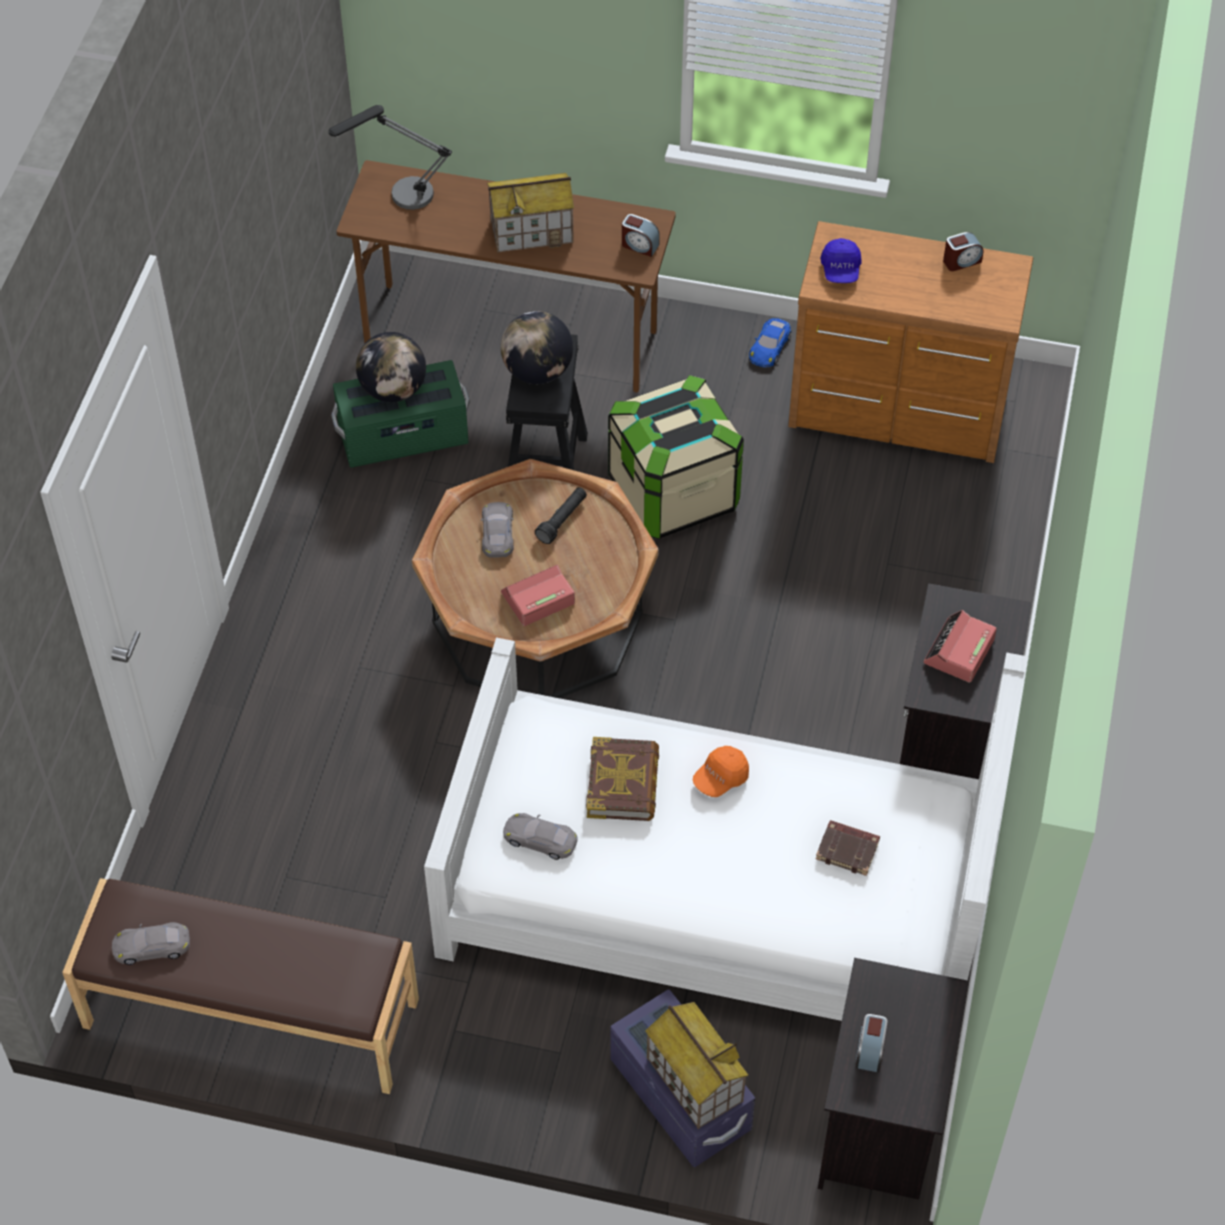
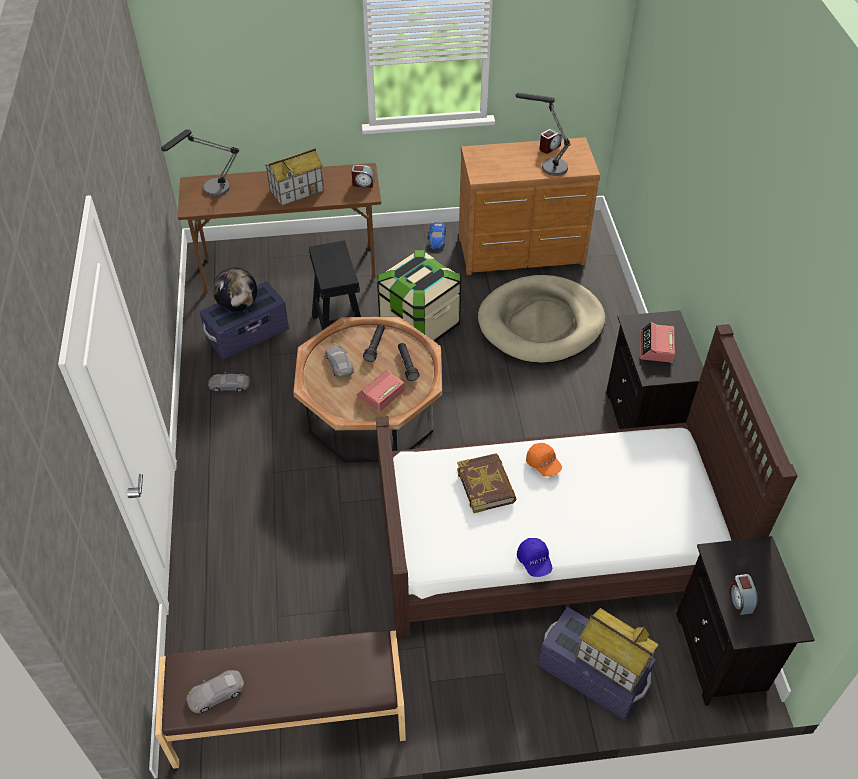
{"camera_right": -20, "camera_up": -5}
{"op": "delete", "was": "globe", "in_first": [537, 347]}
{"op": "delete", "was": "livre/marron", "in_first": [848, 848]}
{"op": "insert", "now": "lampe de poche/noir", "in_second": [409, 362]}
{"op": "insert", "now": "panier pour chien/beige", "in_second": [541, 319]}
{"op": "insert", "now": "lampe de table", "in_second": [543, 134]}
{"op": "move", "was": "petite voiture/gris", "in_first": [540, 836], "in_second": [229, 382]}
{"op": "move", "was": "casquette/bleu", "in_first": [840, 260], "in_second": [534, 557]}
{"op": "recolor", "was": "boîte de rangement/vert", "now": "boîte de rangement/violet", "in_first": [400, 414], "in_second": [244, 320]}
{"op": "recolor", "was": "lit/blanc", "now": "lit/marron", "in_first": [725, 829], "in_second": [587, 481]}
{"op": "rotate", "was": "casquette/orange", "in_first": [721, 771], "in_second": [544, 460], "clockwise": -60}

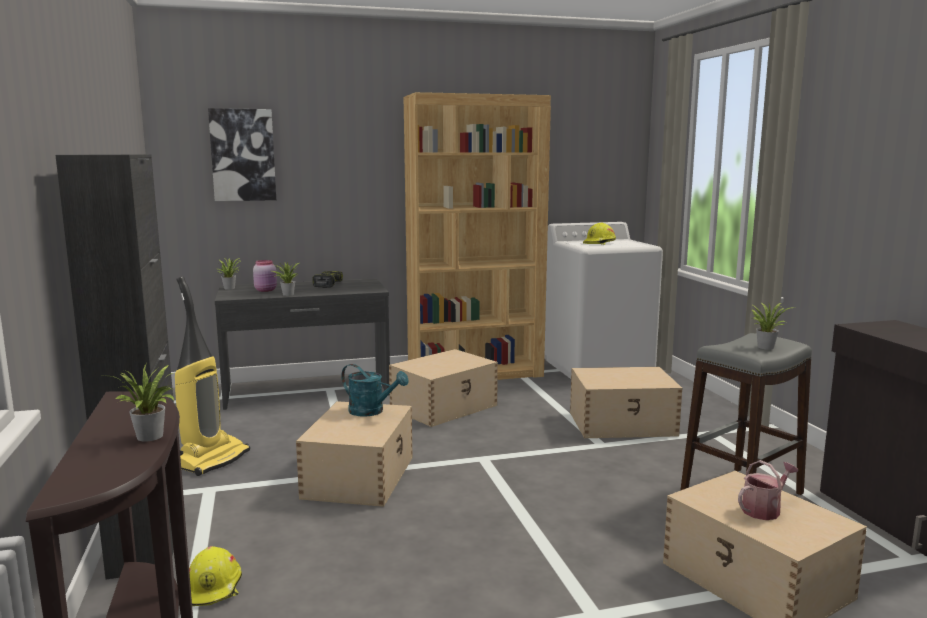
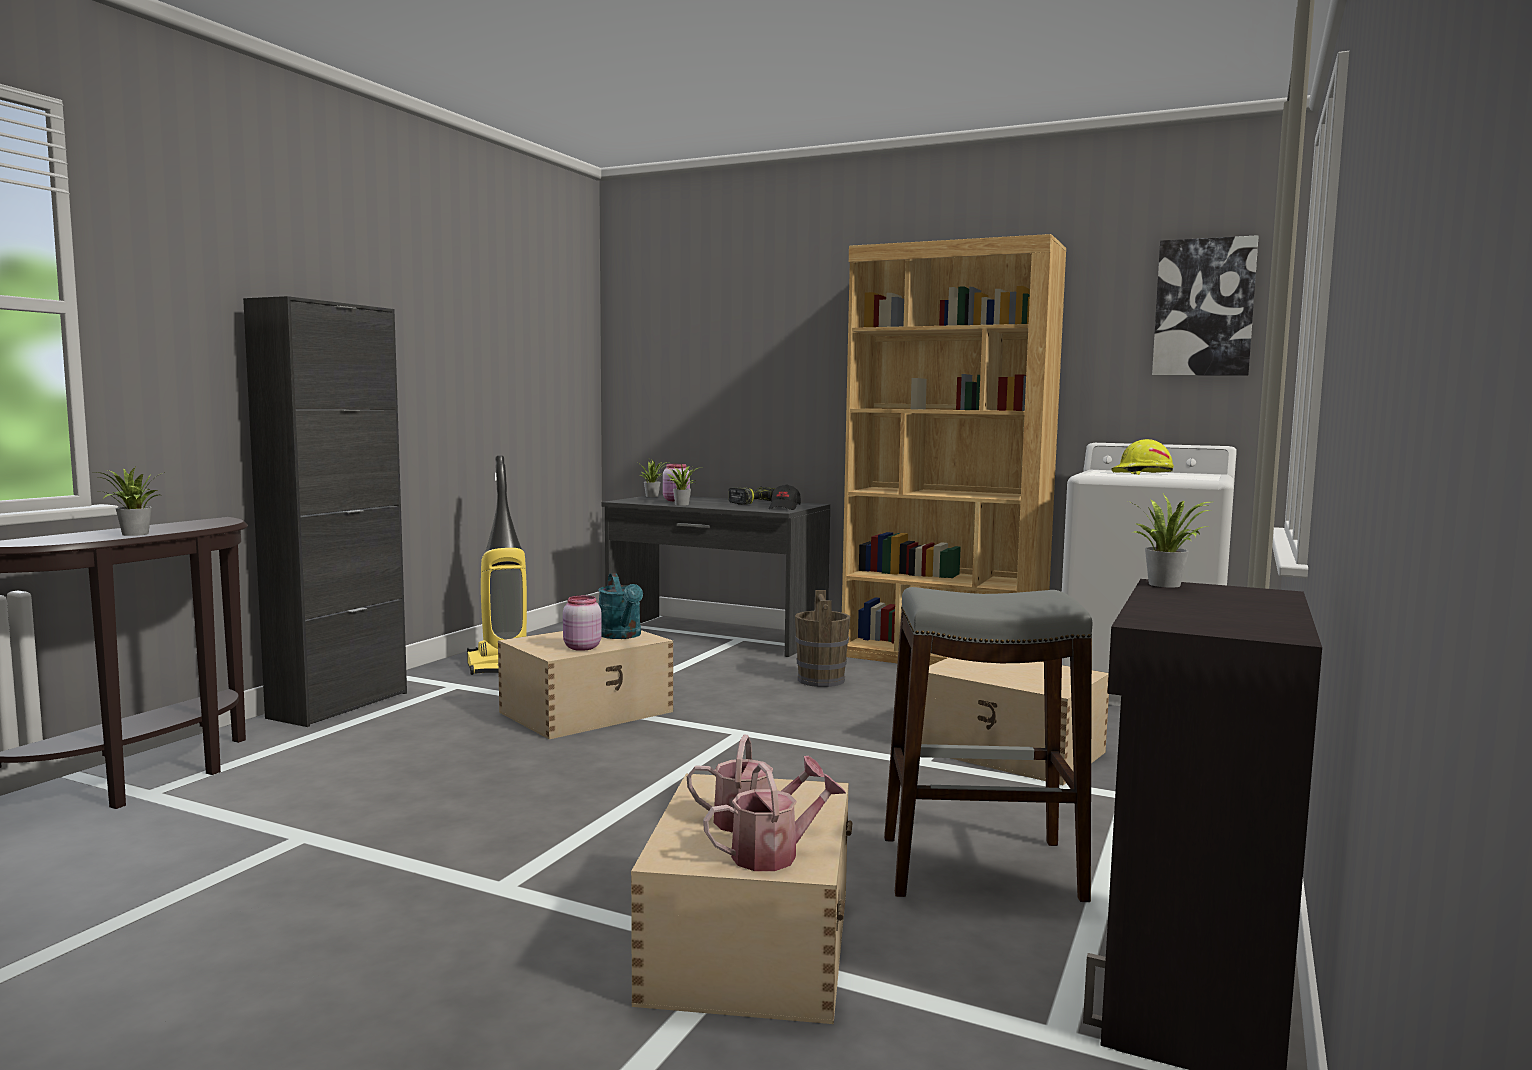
{"camera_right": 40, "camera_up": -5}
{"op": "delete", "was": "casque de chantier/jaune", "in_first": [215, 576]}
{"op": "insert", "now": "bocal/rose", "in_second": [582, 623]}
{"op": "insert", "now": "arrosoir", "in_second": [774, 817]}
{"op": "insert", "now": "casquette/noir", "in_second": [785, 497]}
{"op": "move", "was": "tableau", "in_first": [242, 154], "in_second": [1205, 305]}
{"op": "move", "was": "plante en pot", "in_first": [770, 326], "in_second": [1172, 540]}
{"op": "replace", "was": "boîte de rangement/beige", "now": "seau/marron", "in_first": [443, 388], "in_second": [822, 638]}

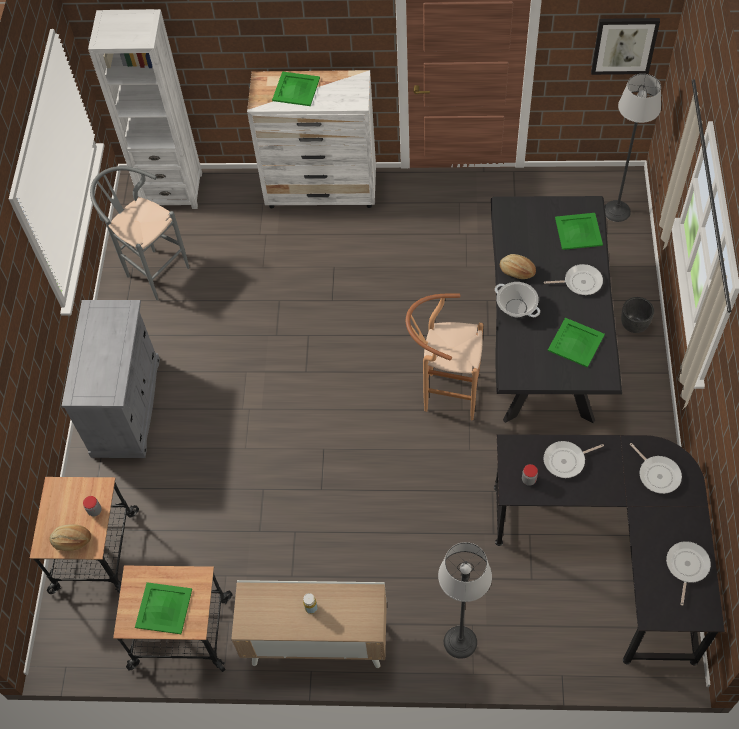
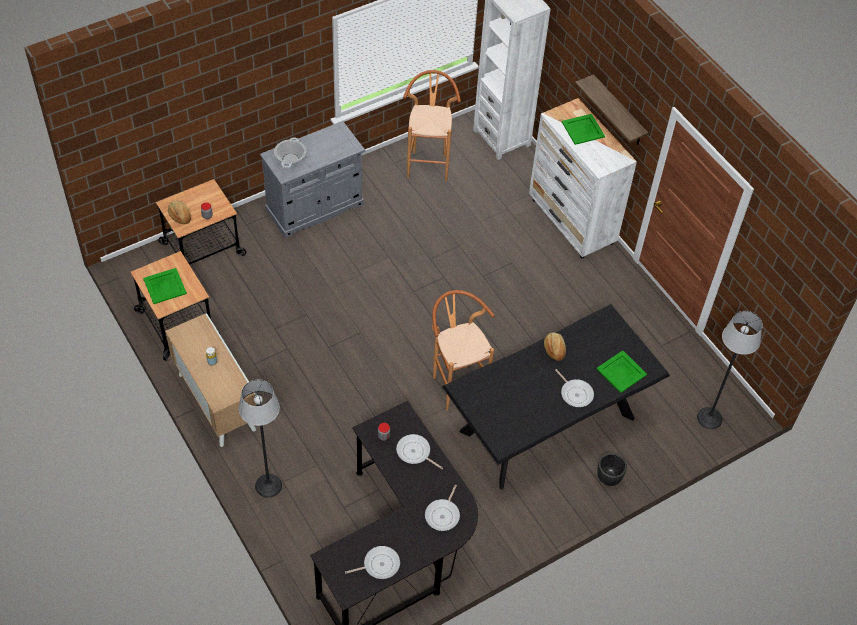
{"camera_right": 50, "camera_up": -5}
{"op": "delete", "was": "plateau/vert", "in_first": [576, 343]}
{"op": "delete", "was": "tableau", "in_first": [625, 46]}
{"op": "insert", "now": "étagère", "in_second": [611, 109]}
{"op": "move", "was": "marmite", "in_first": [517, 299], "in_second": [290, 153]}
{"op": "recolor", "was": "tabouret/gris", "now": "tabouret/marron", "in_first": [139, 233], "in_second": [432, 126]}

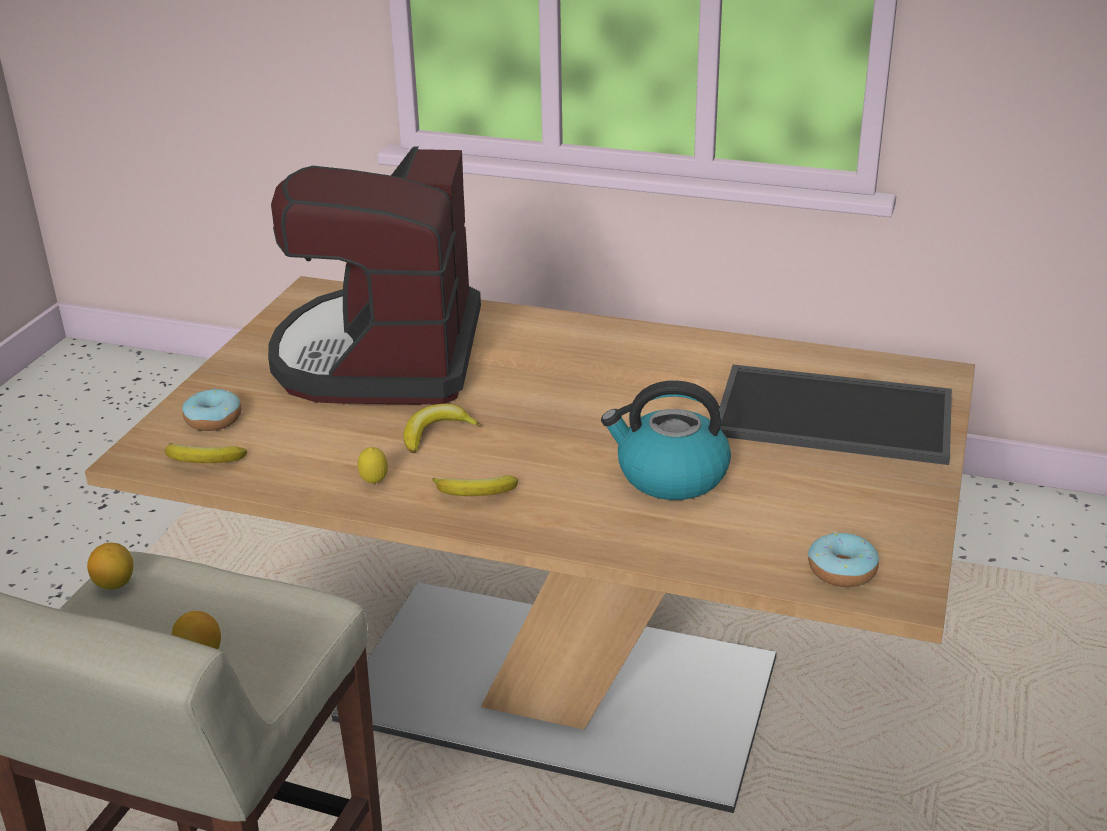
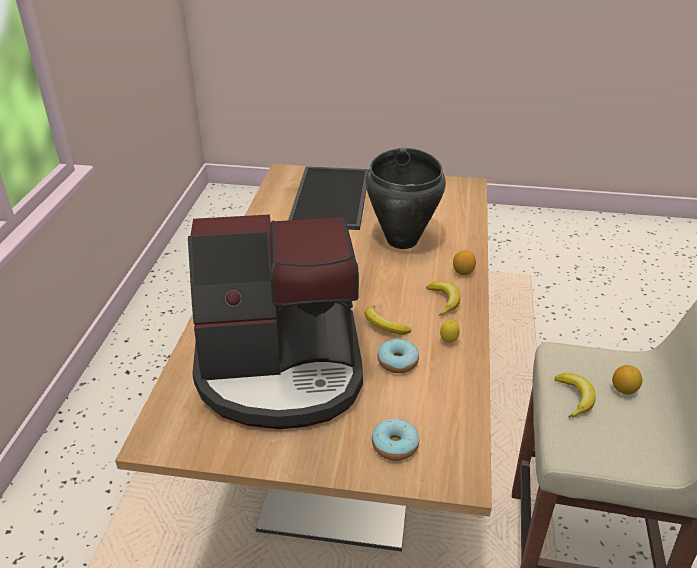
{"camera_right": -100, "camera_up": 5}
{"op": "move", "was": "citron", "in_first": [110, 566], "in_second": [464, 262]}
{"op": "move", "was": "banane", "in_first": [206, 453], "in_second": [575, 395]}
{"op": "move", "was": "beignet", "in_first": [843, 559], "in_second": [398, 356]}
{"op": "replace", "was": "bouilloire", "now": "marmite/noir", "in_first": [666, 440], "in_second": [405, 198]}

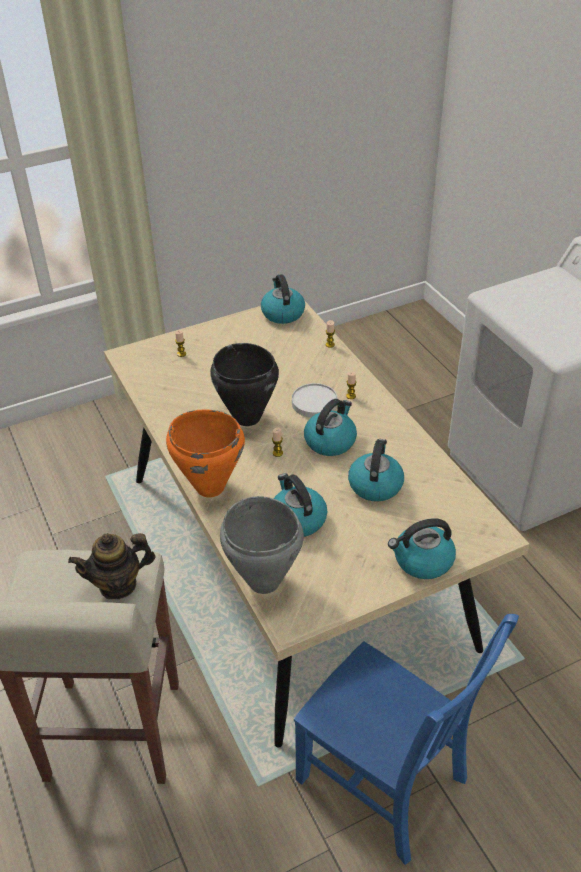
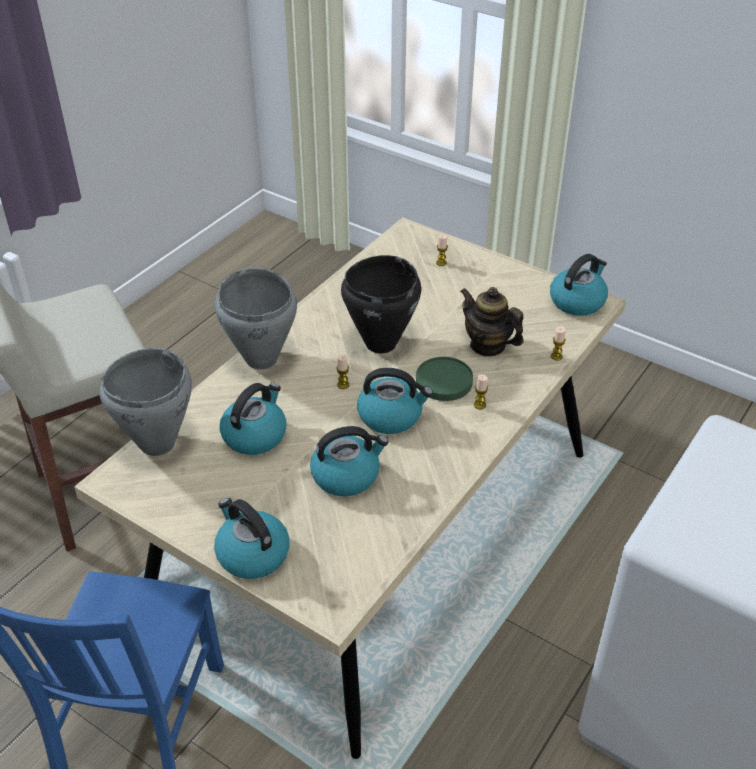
{"camera_right": 60, "camera_up": 0}
{"op": "move", "was": "théière", "in_first": [111, 566], "in_second": [492, 322]}
{"op": "recolor", "was": "marmite/orange", "now": "marmite/gris", "in_first": [205, 453], "in_second": [256, 318]}
{"op": "recolor", "was": "assiette/blanc", "now": "assiette/vert", "in_first": [314, 400], "in_second": [444, 379]}

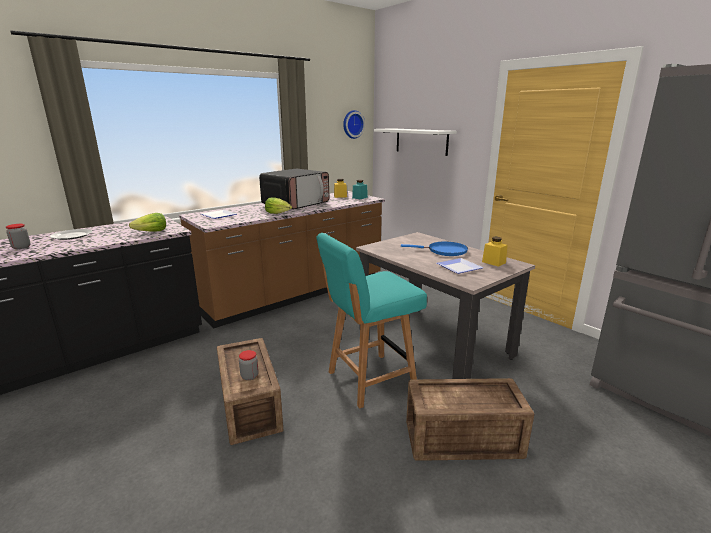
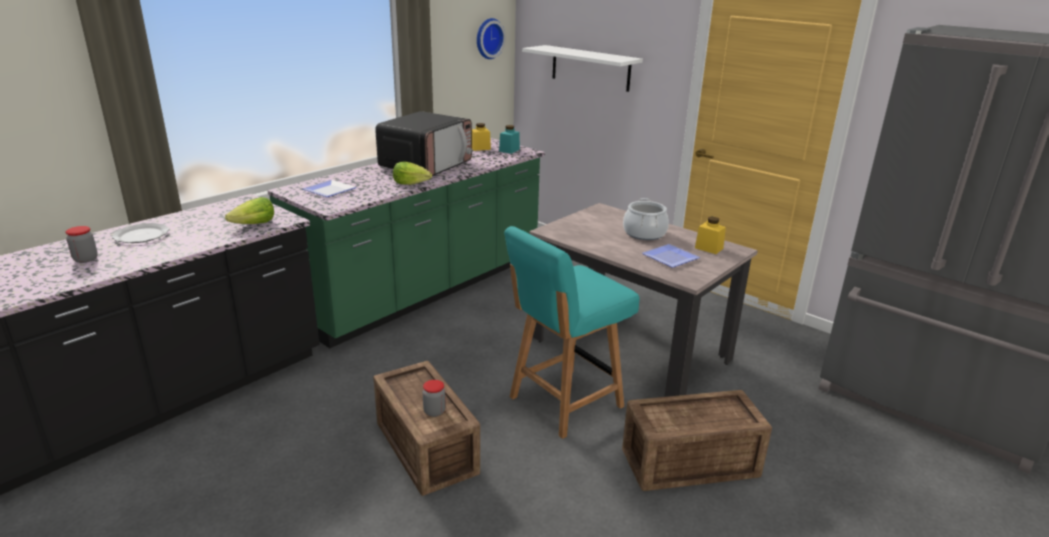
{"camera_right": -10, "camera_up": 5}
{"op": "replace", "was": "poêle/bleu", "now": "marmite", "in_first": [434, 249], "in_second": [646, 219]}
{"op": "recolor", "was": "comptoir de cuisine/marron", "now": "comptoir de cuisine/vert", "in_first": [282, 260], "in_second": [406, 243]}

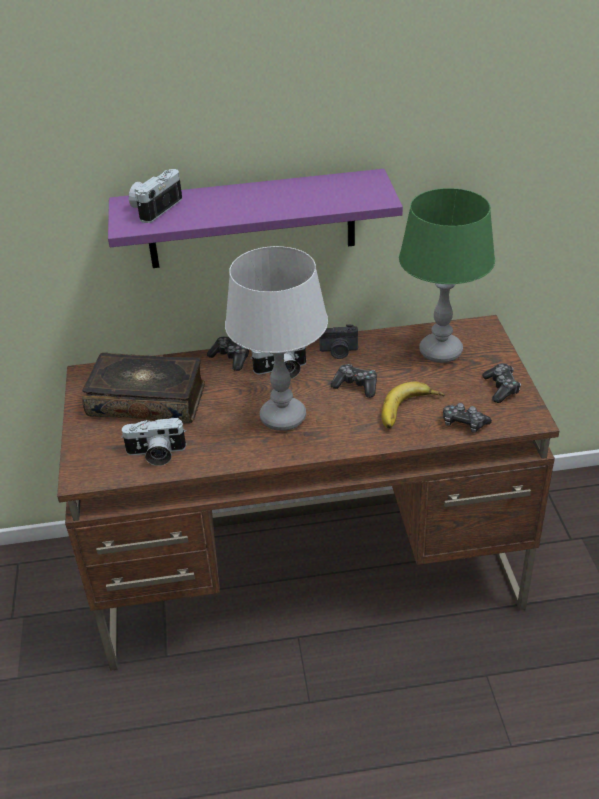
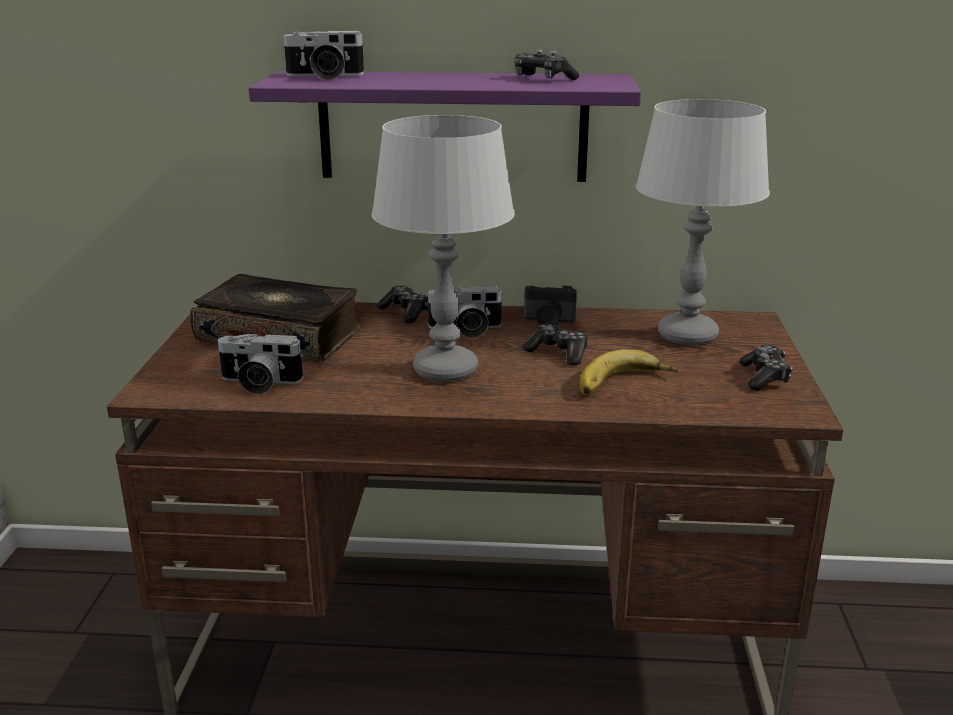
{"camera_right": 10, "camera_up": -15}
{"op": "move", "was": "manette", "in_first": [467, 418], "in_second": [547, 64]}
{"op": "recolor", "was": "lampe de table/vert", "now": "lampe de table/gris", "in_first": [447, 275], "in_second": [703, 222]}
{"op": "rotate", "was": "appareil photo", "in_first": [155, 196], "in_second": [323, 55], "clockwise": -135}

